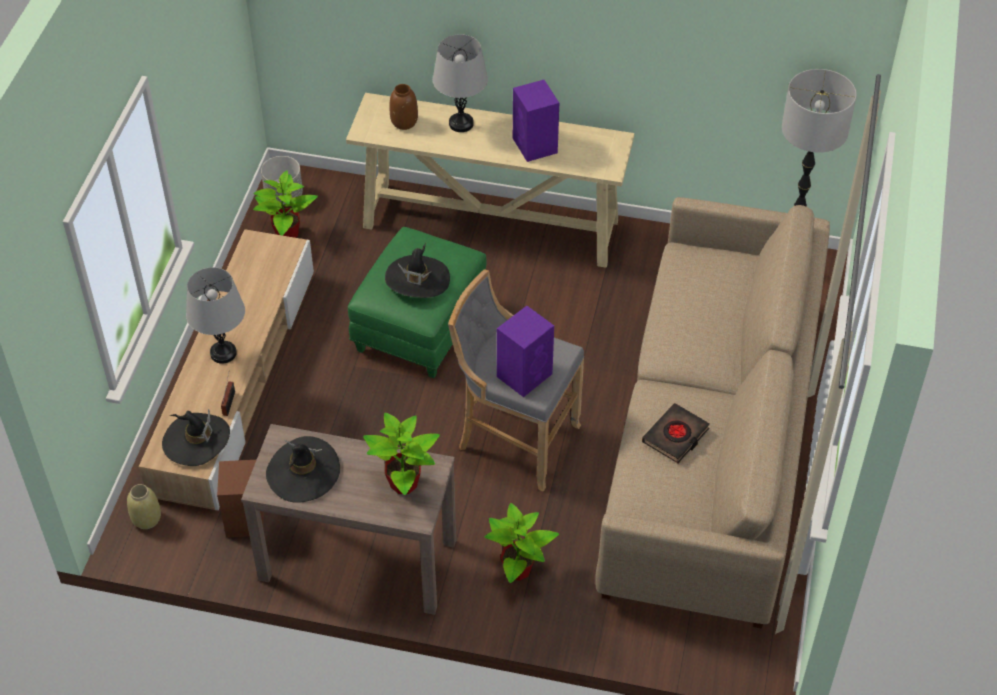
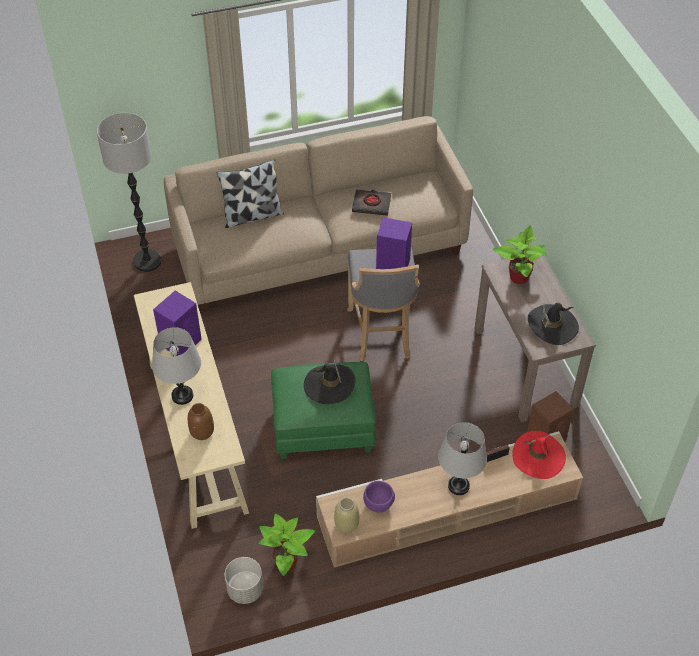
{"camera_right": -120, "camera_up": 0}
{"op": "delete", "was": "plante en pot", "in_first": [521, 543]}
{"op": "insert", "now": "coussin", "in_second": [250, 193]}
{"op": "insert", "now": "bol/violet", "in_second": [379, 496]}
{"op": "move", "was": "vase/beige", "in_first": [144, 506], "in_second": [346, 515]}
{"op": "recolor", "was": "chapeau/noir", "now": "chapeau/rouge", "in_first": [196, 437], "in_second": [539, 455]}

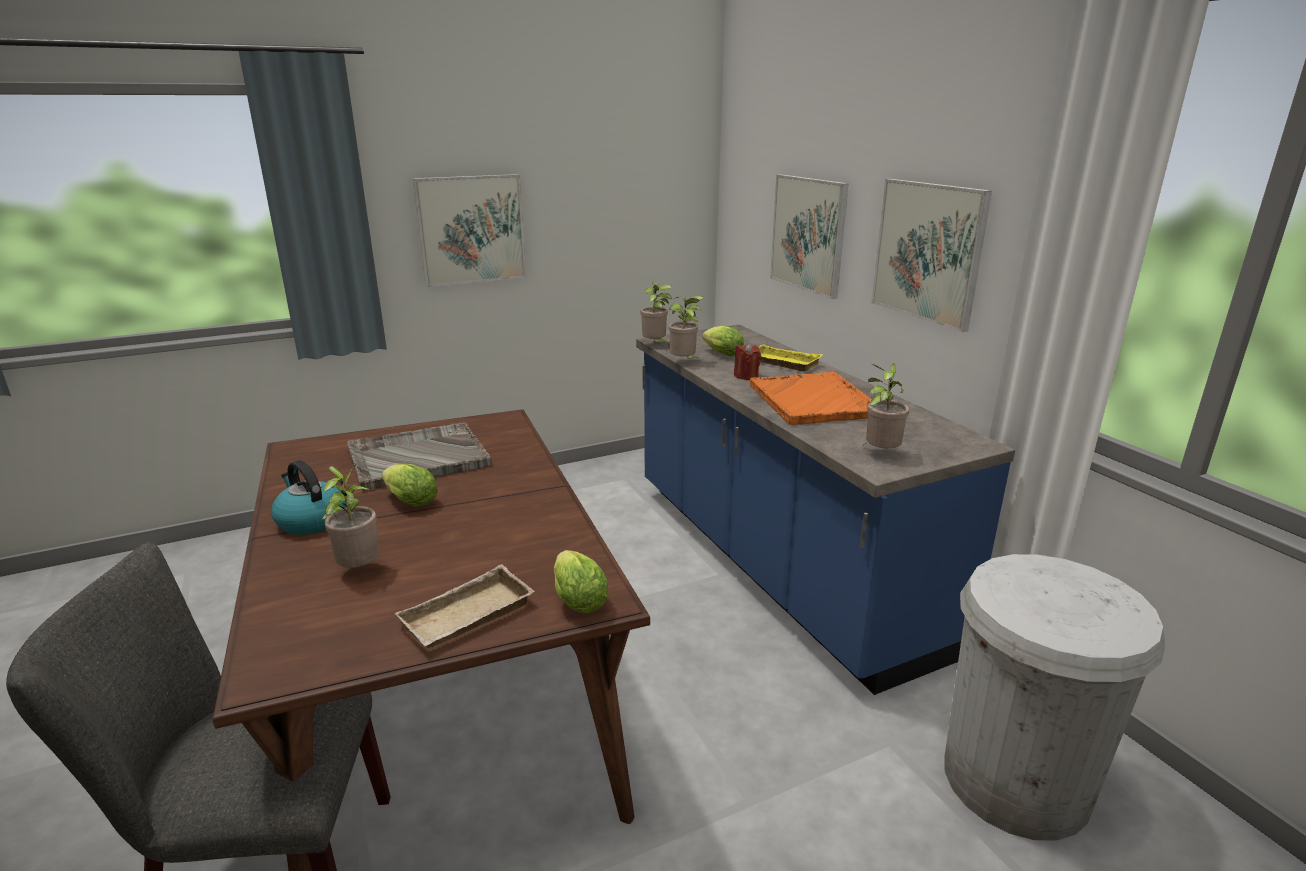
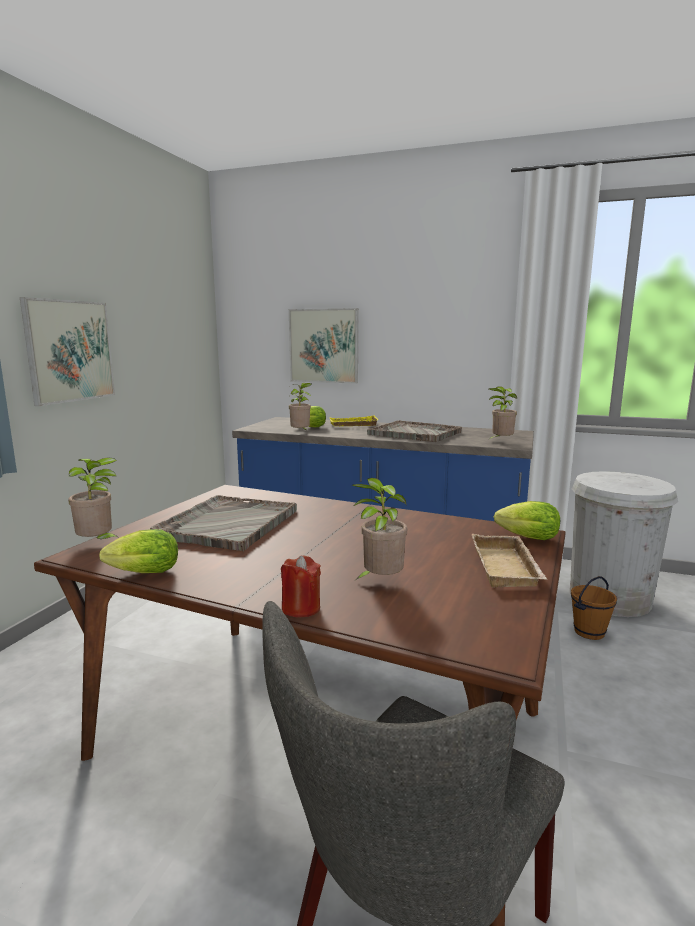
{"camera_right": -45, "camera_up": -10}
{"op": "delete", "was": "bouilloire", "in_first": [308, 497]}
{"op": "delete", "was": "tableau", "in_first": [931, 255]}
{"op": "insert", "now": "seau/marron", "in_second": [594, 608]}
{"op": "move", "was": "laitue", "in_first": [409, 485], "in_second": [138, 551]}
{"op": "move", "was": "plante en pot", "in_first": [656, 315], "in_second": [93, 498]}
{"op": "move", "was": "bougie/rouge", "in_first": [747, 361], "in_second": [301, 586]}
{"op": "recolor", "was": "plateau/orange", "now": "plateau/gris", "in_first": [811, 398], "in_second": [414, 431]}

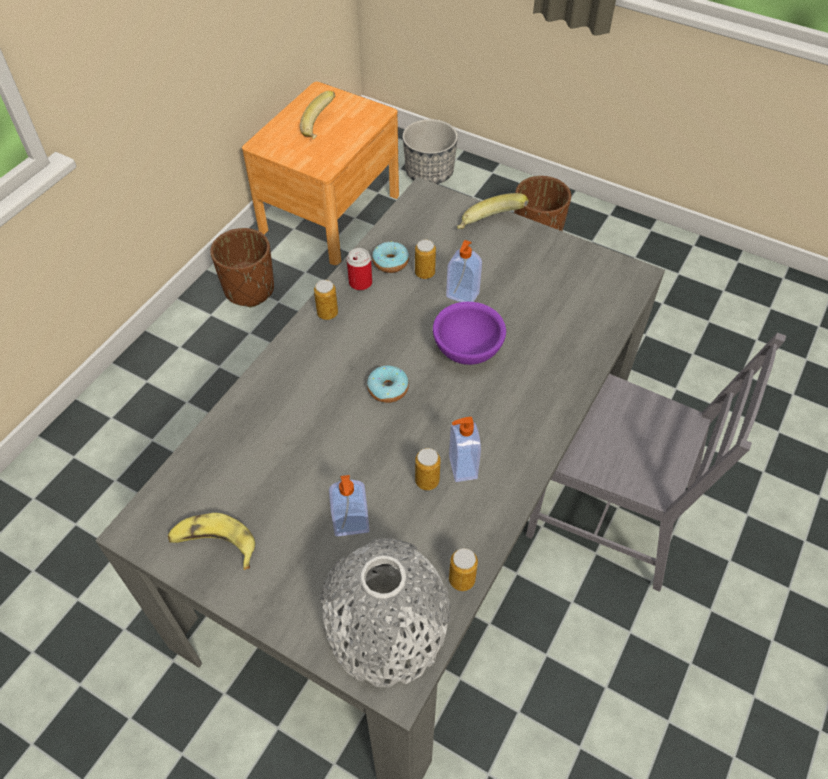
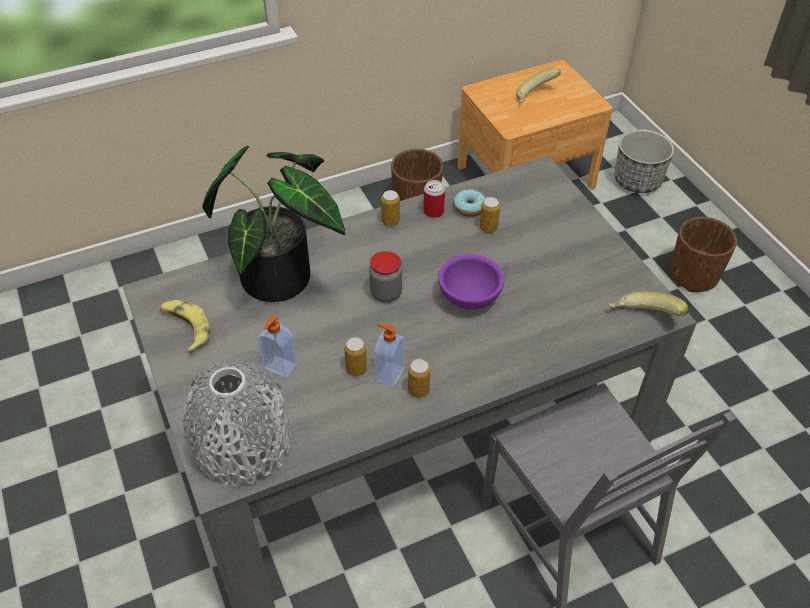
{"camera_right": 35, "camera_up": -5}
{"op": "delete", "was": "distributeur de savon", "in_first": [464, 271]}
{"op": "insert", "now": "plante en pot", "in_second": [273, 224]}
{"op": "move", "was": "boîte métallique", "in_first": [463, 569], "in_second": [419, 378]}
{"op": "move", "was": "banane", "in_first": [493, 211], "in_second": [648, 304]}
{"op": "replace", "was": "beignet", "now": "bocal", "in_first": [388, 384], "in_second": [385, 277]}

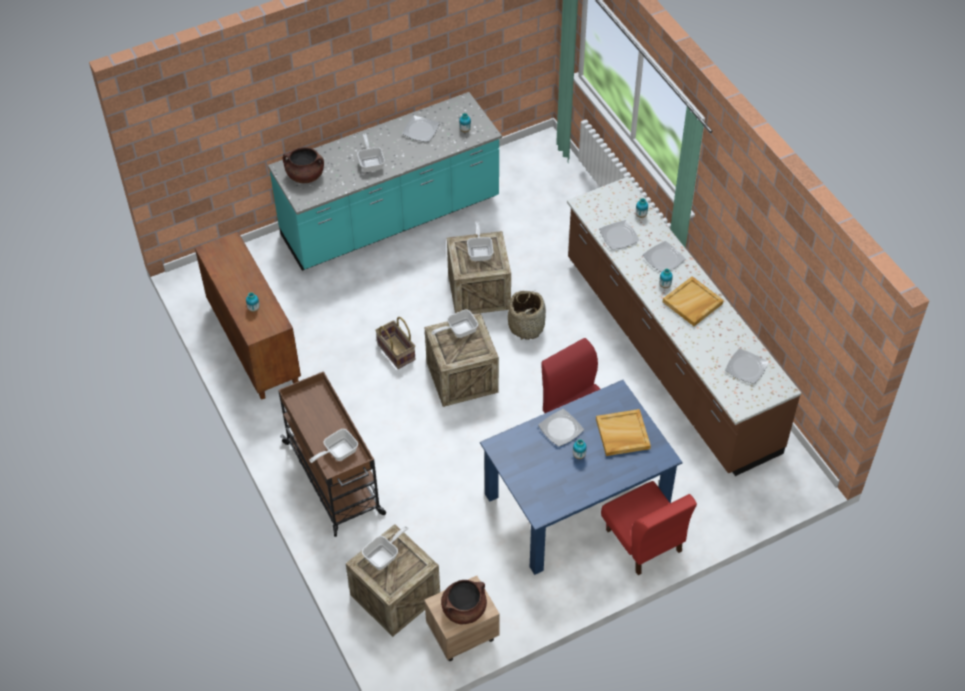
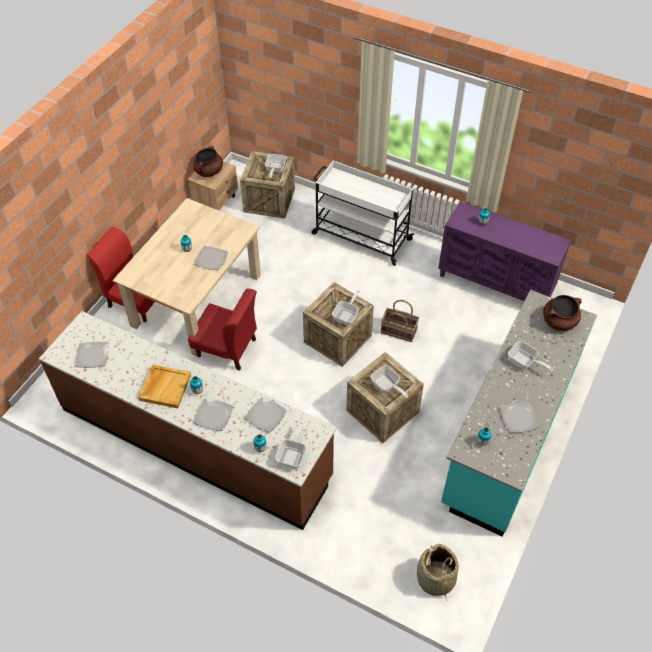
{"camera_right": 145, "camera_up": 0}
{"op": "delete", "was": "plateau/beige", "in_first": [623, 432]}
{"op": "move", "was": "poêle", "in_first": [333, 446], "in_second": [291, 445]}
{"op": "move", "was": "panier", "in_first": [527, 315], "in_second": [438, 571]}
{"op": "recolor", "was": "meuble de rangement/marron", "now": "meuble de rangement/violet", "in_first": [248, 316], "in_second": [504, 251]}
{"op": "recolor", "was": "chariot/marron", "now": "chariot/blanc", "in_first": [332, 454], "in_second": [362, 213]}
{"op": "recolor", "was": "table à manger/bleu", "now": "table à manger/beige", "in_first": [581, 477], "in_second": [187, 277]}

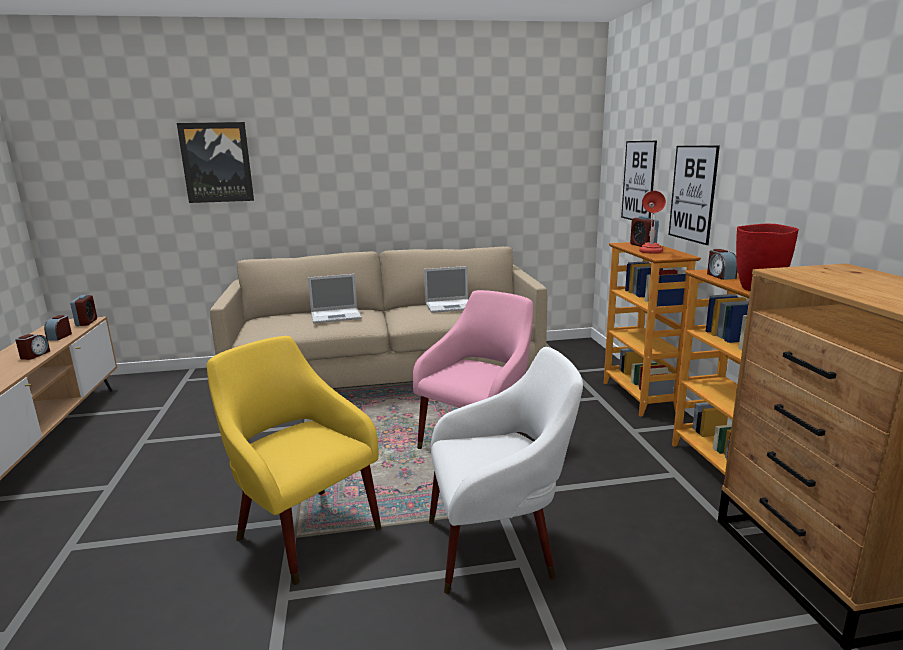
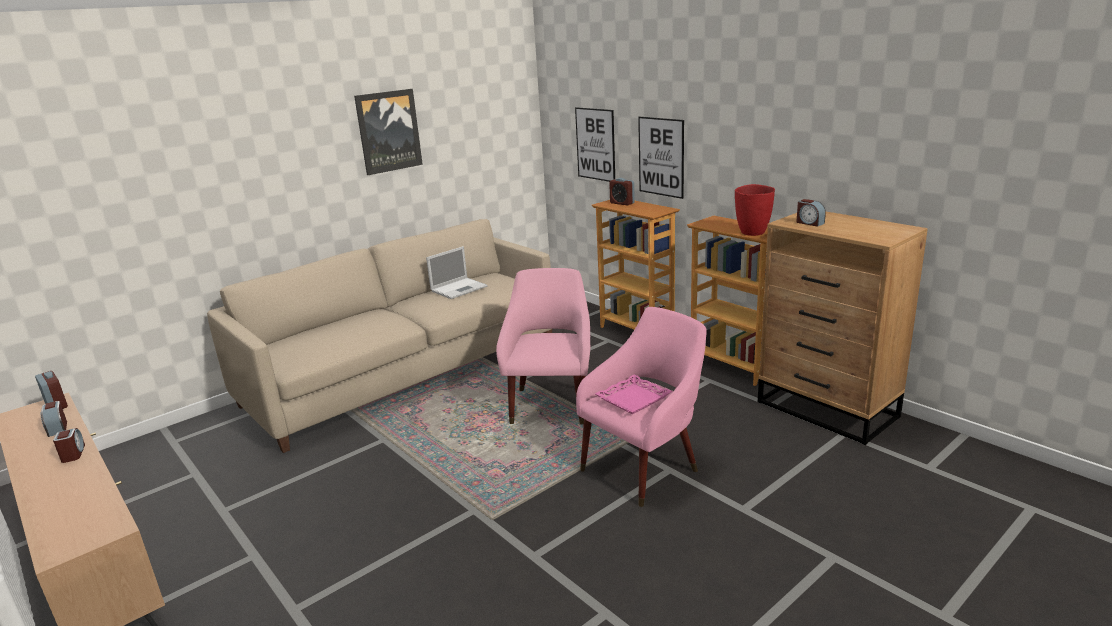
{"camera_right": -30, "camera_up": 5}
{"op": "delete", "was": "fauteuil/jaune", "in_first": [294, 460]}
{"op": "delete", "was": "ordinateur portable", "in_first": [335, 299]}
{"op": "delete", "was": "lampe de table/rouge", "in_first": [652, 222]}
{"op": "insert", "now": "plateau/rose", "in_second": [633, 394]}
{"op": "move", "was": "tableau", "in_first": [215, 162], "in_second": [388, 132]}
{"op": "move", "was": "réveil", "in_first": [722, 264], "in_second": [811, 213]}
{"op": "recolor", "was": "fauteuil/blanc", "now": "fauteuil/rose", "in_first": [506, 470], "in_second": [641, 407]}

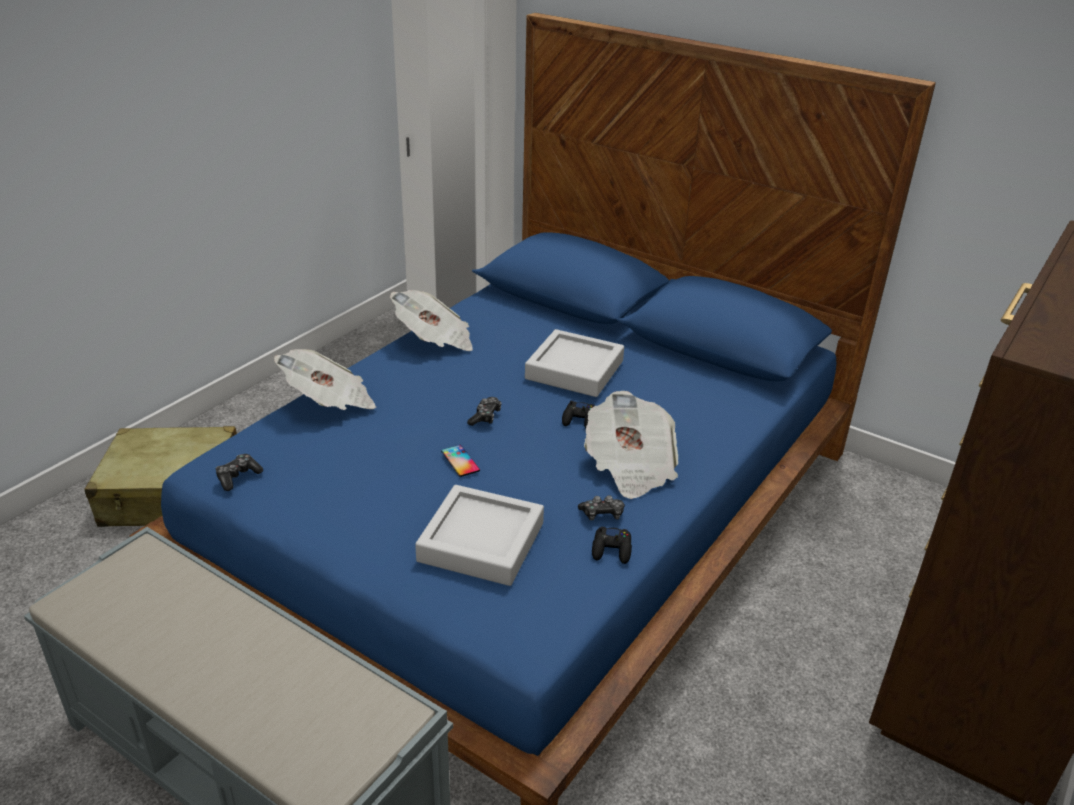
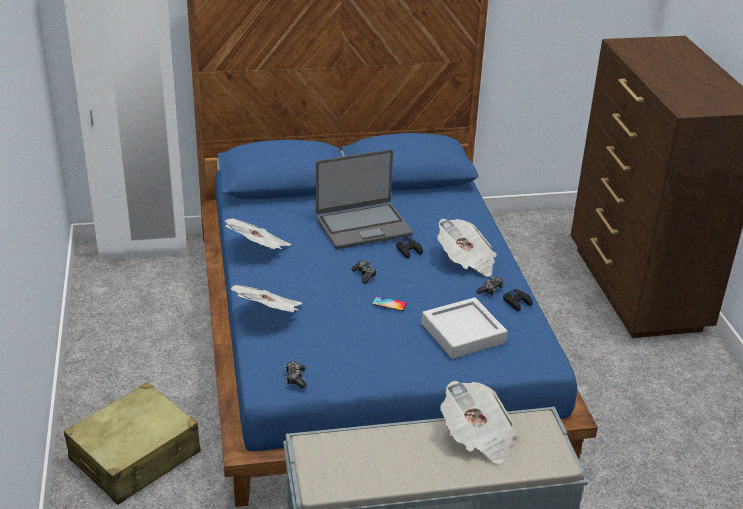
{"camera_right": -45, "camera_up": 0}
{"op": "insert", "now": "journal", "in_second": [479, 422]}
{"op": "replace", "was": "plateau/gris", "now": "ordinateur portable", "in_first": [574, 363], "in_second": [364, 199]}

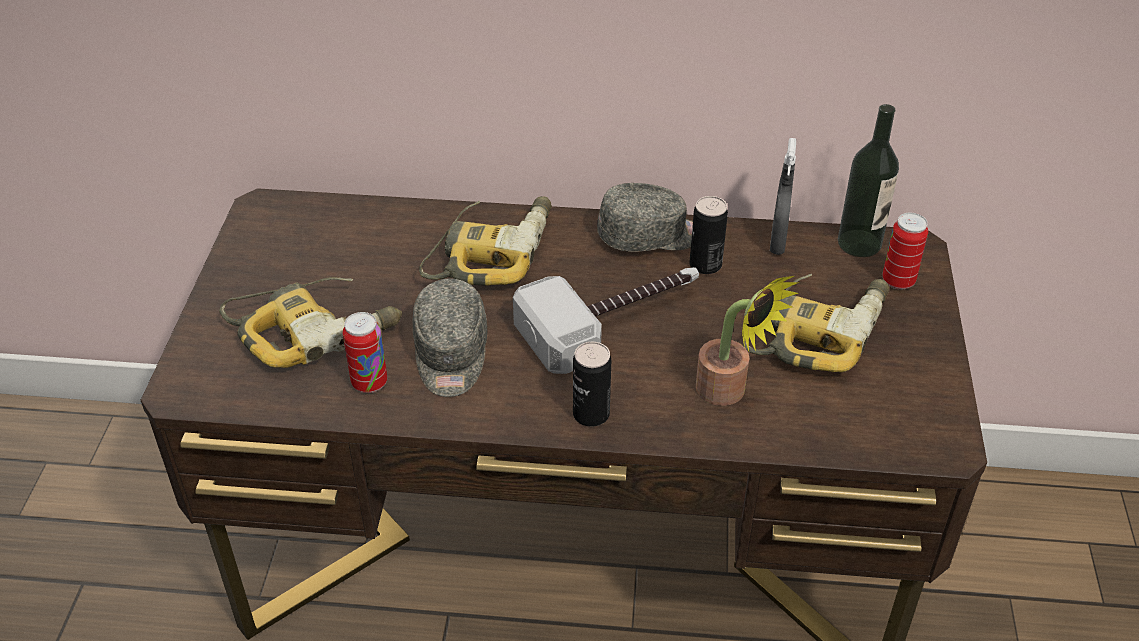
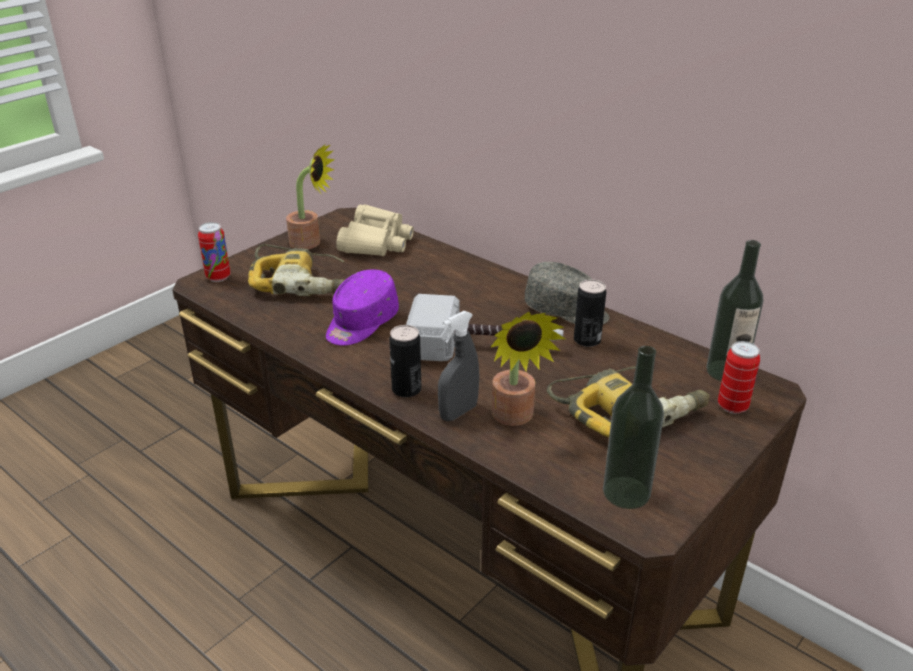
{"camera_right": 35, "camera_up": -10}
{"op": "delete", "was": "perceuse", "in_first": [485, 240]}
{"op": "insert", "now": "plante en pot", "in_second": [310, 196]}
{"op": "insert", "now": "jumelles/beige", "in_second": [375, 230]}
{"op": "insert", "now": "bouteille", "in_second": [633, 427]}
{"op": "move", "was": "boîte métallique", "in_first": [365, 352], "in_second": [214, 252]}
{"op": "move", "was": "vaporisateur/gris", "in_first": [783, 196], "in_second": [458, 366]}
{"op": "recolor", "was": "casquette/gris", "now": "casquette/violet", "in_first": [450, 337], "in_second": [362, 307]}

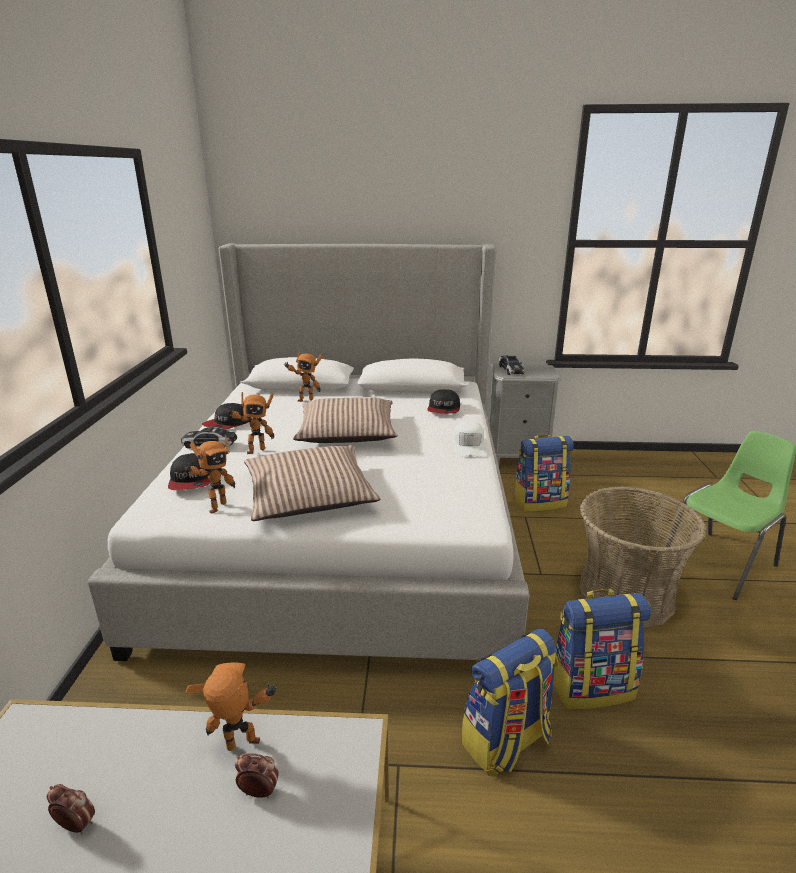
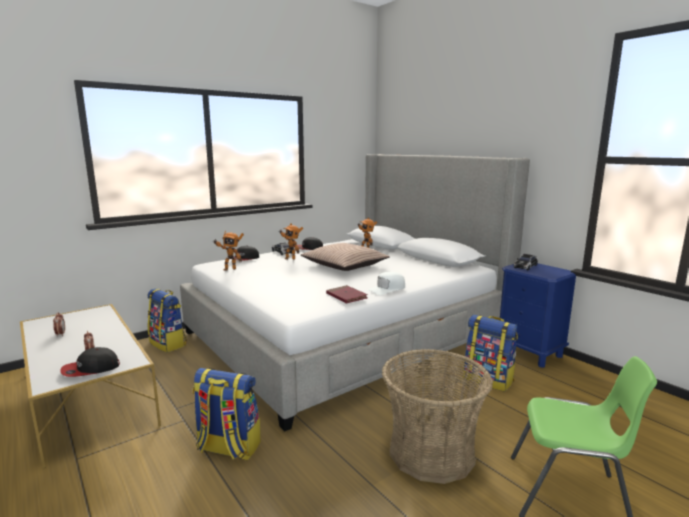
{"camera_right": 50, "camera_up": -10}
{"op": "delete", "was": "robot jouet", "in_first": [231, 706]}
{"op": "delete", "was": "coussin", "in_first": [312, 483]}
{"op": "insert", "now": "livre/rouge", "in_second": [347, 294]}
{"op": "move", "was": "casquette", "in_first": [443, 401], "in_second": [90, 362]}
{"op": "move", "was": "sac à dos", "in_first": [602, 649], "in_second": [167, 320]}
{"op": "recolor", "was": "table de chevet/gris", "now": "table de chevet/bleu", "in_first": [525, 414], "in_second": [537, 315]}

